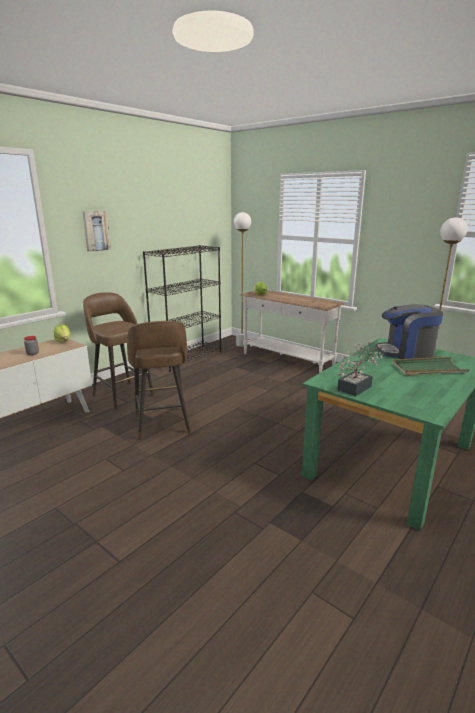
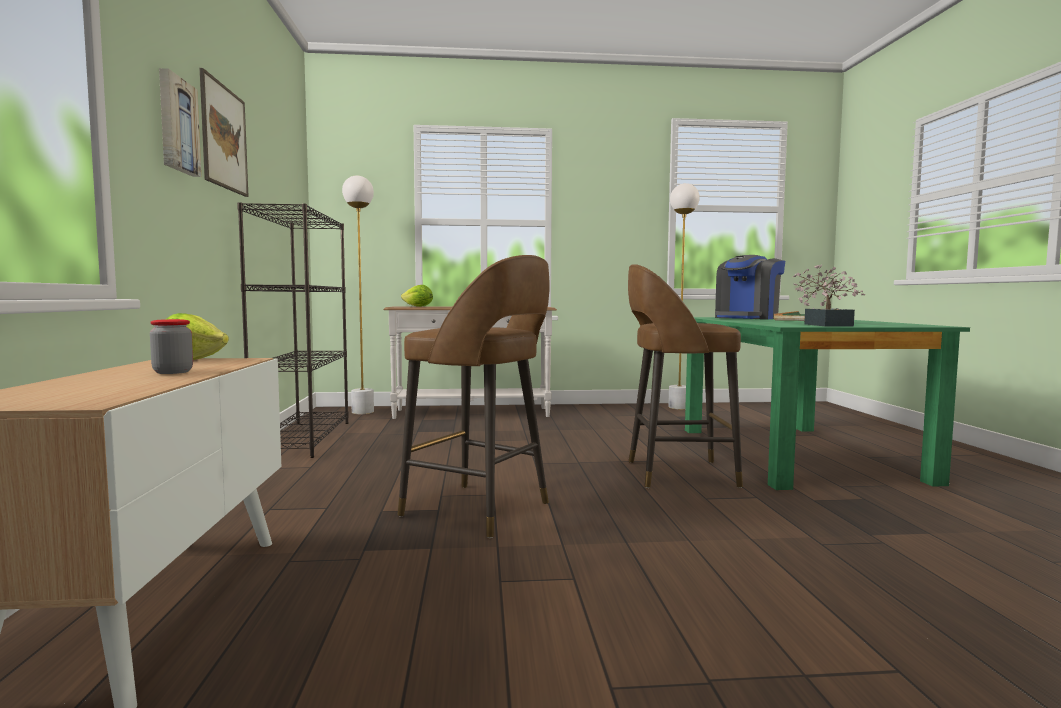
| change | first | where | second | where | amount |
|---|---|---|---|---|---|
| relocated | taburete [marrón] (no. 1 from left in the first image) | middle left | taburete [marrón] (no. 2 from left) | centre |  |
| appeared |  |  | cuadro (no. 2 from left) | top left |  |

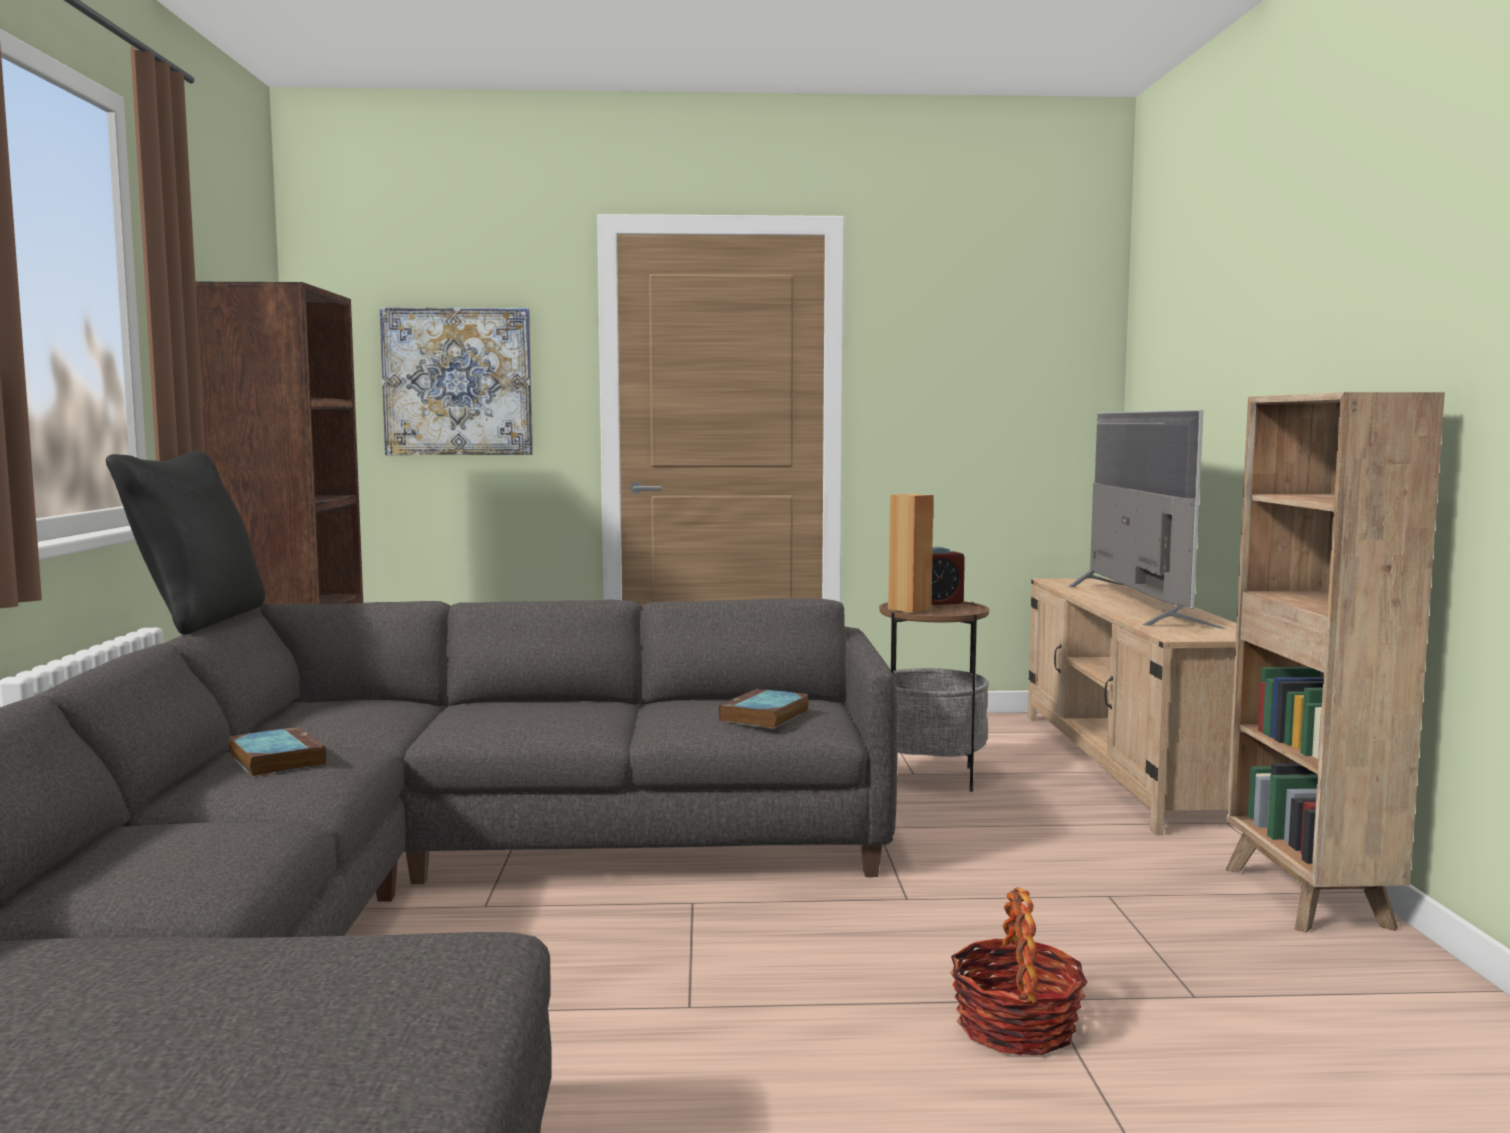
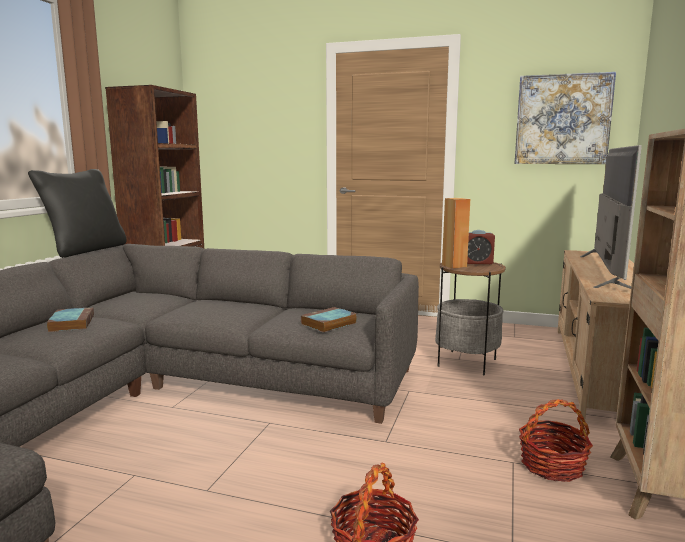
| change | first | where | second | where | amount |
|---|---|---|---|---|---|
| relocated | cuadro | middle left |  | top right |  |
| appeared |  |  | cesta (no. 2 from left) | bottom right |  |

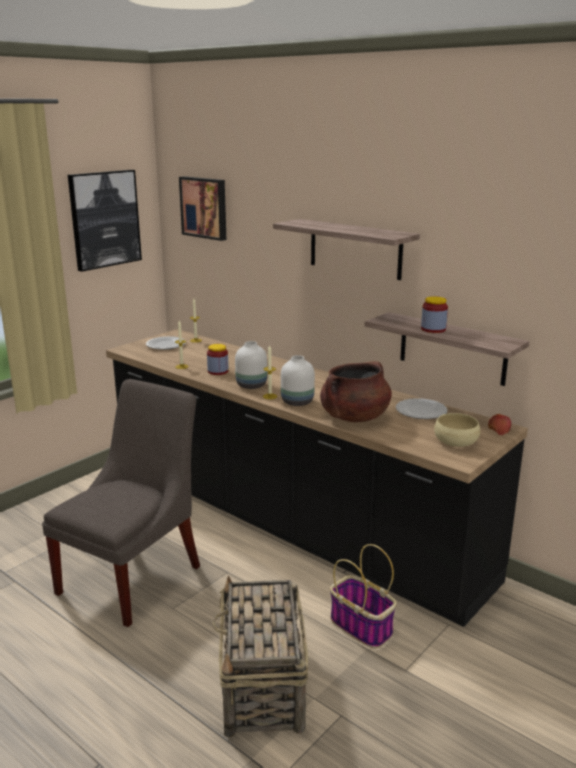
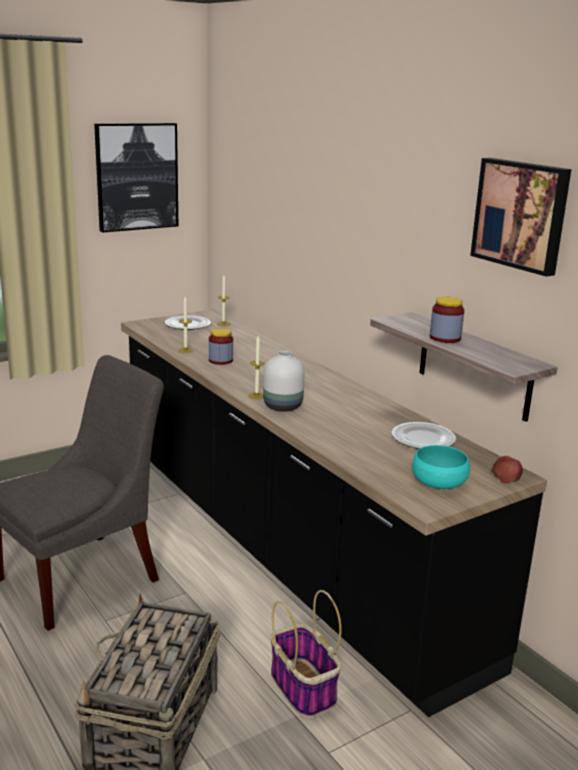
| change | first | where | second | where | amount |
|---|---|---|---|---|---|
| relocated | cuadro (no. 2 from left) | top centre |  | top right |  |
| missing | florero [blanco] (no. 1 from left) | centre |  |  |  |
| missing | estante (no. 1 from left) | top centre |  |  |  |
| missing | olla [marrón] | centre |  |  |  |
| colour | cuenco [beis] | middle right | cuenco [turquesa] | middle right |  |

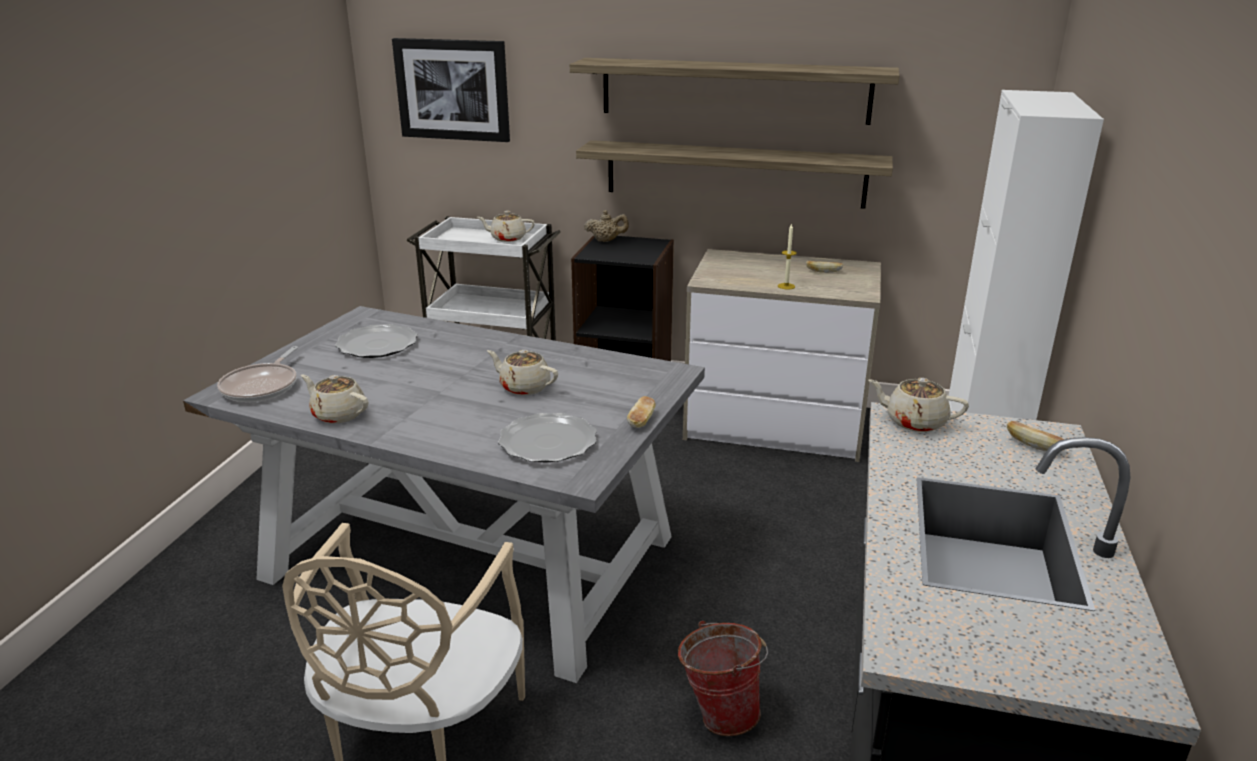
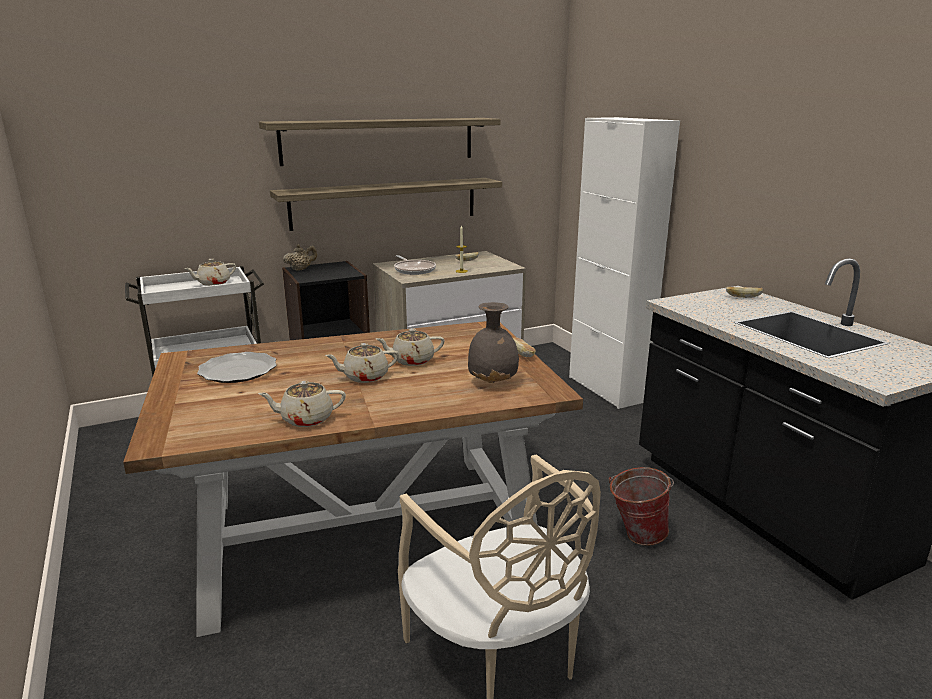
| change | first | where | second | where | amount |
|---|---|---|---|---|---|
| colour | mesa de comedor [gris] | centre | mesa de comedor [marrón] | bottom centre |  |
| relocated | sartén | middle left |  | centre |  |
| missing | cuadro | top centre |  |  |  |
| exchanged | plato (no. 2 from left) | centre | florero [gris] | centre |  |
| relocated | tetera [beis] (no. 5 from left in the first image) | middle right | tetera [beis] (no. 4 from left) | centre |  |

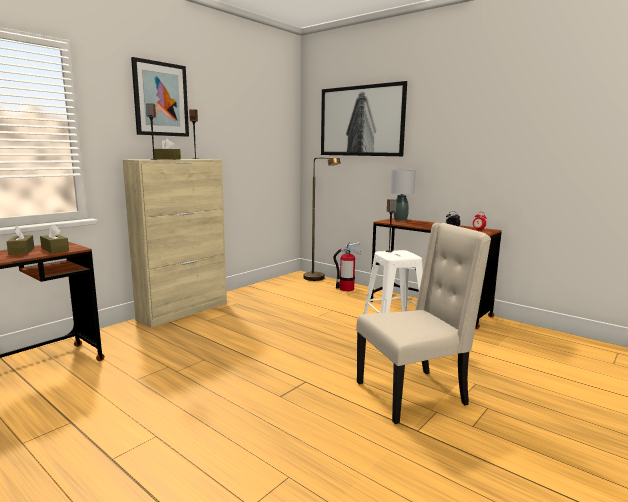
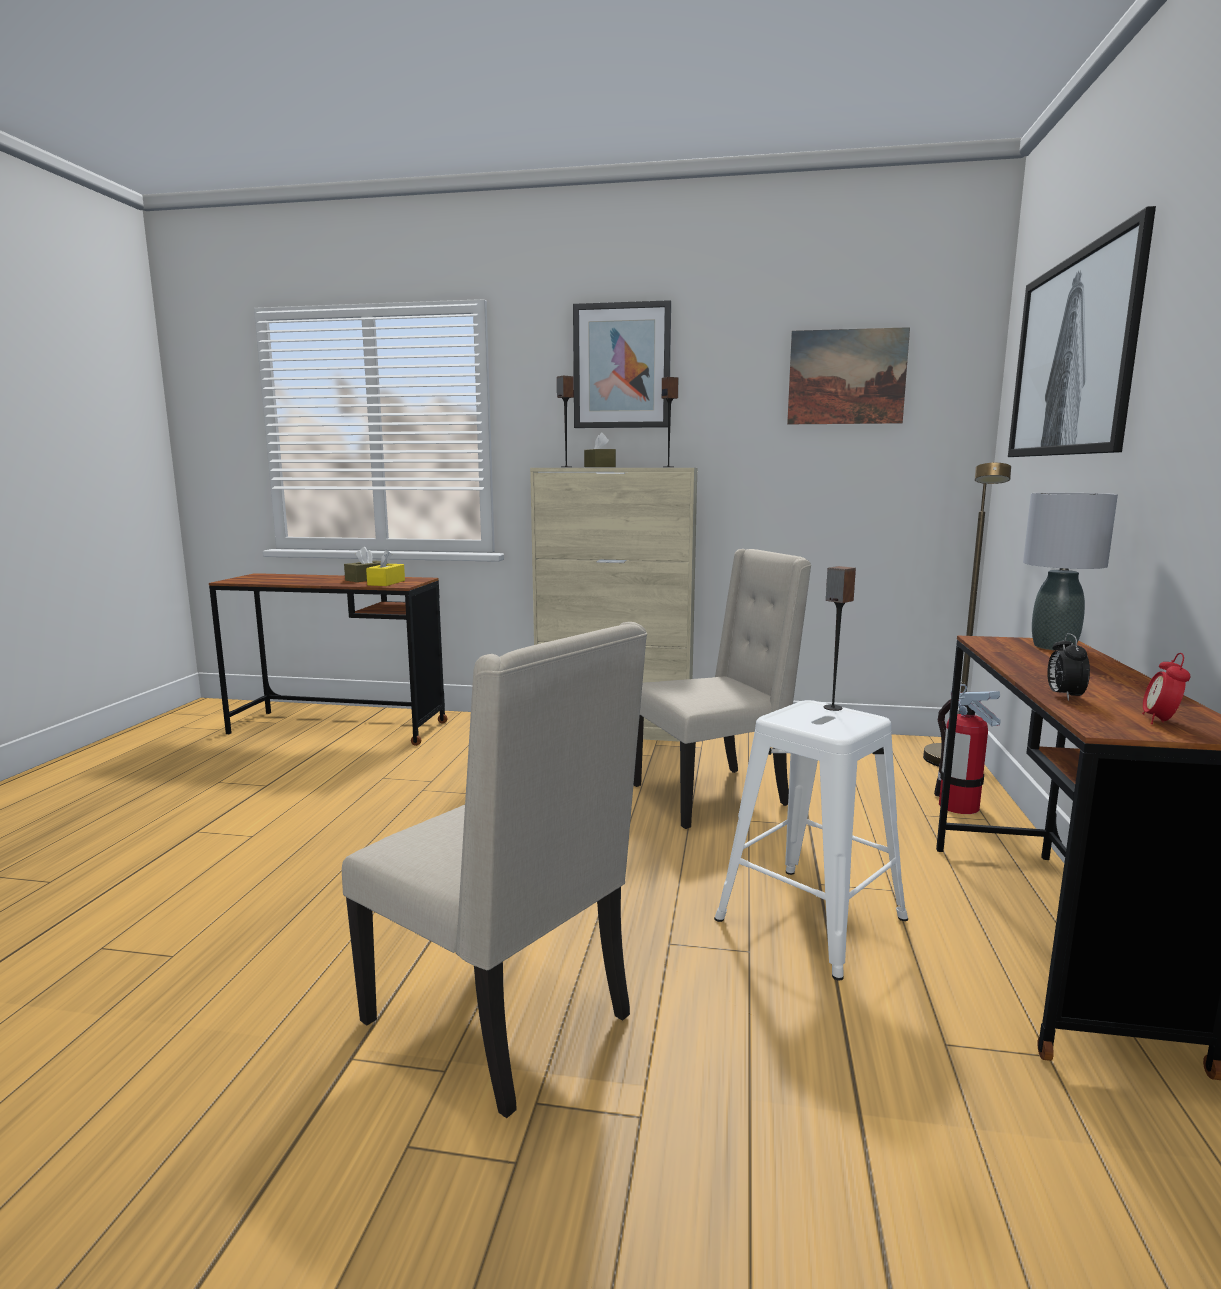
| change | first | where | second | where | amount |
|---|---|---|---|---|---|
| colour | caja de pañuelos [marrón] (no. 2 from left) | middle left | caja de pañuelos [amarillo] | middle left |  |
| appeared |  |  | silla [beis] (no. 2 from left) | centre |  |
| appeared |  |  | cuadro (no. 2 from left) | top right |  |

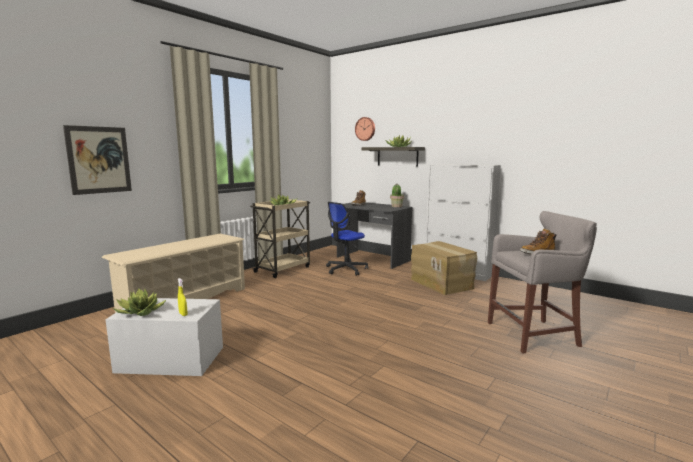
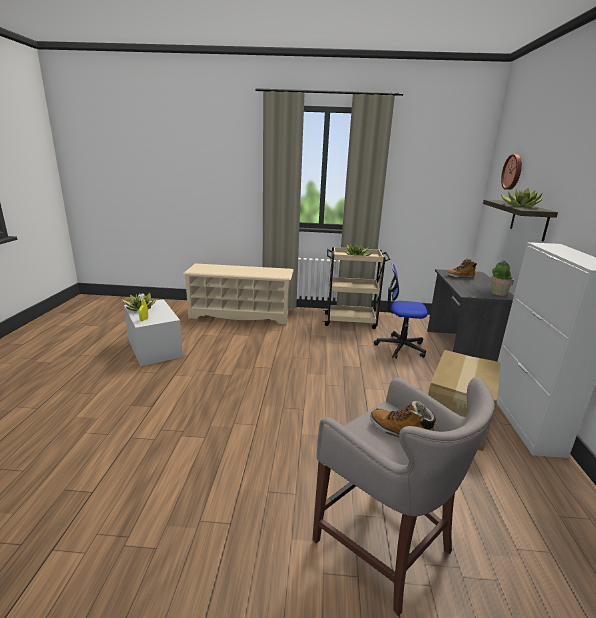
| change | first | where | second | where | amount |
|---|---|---|---|---|---|
| missing | cuadro | middle left |  |  |  |

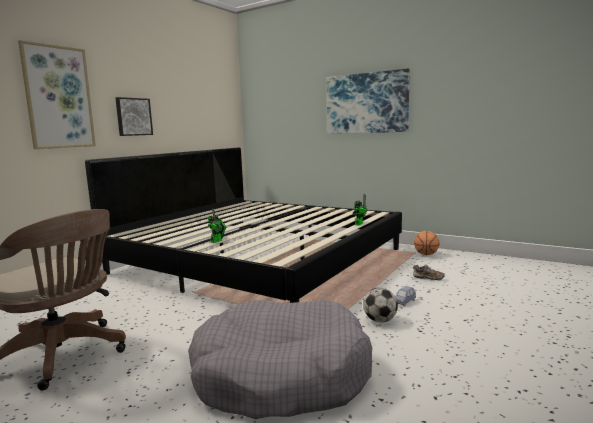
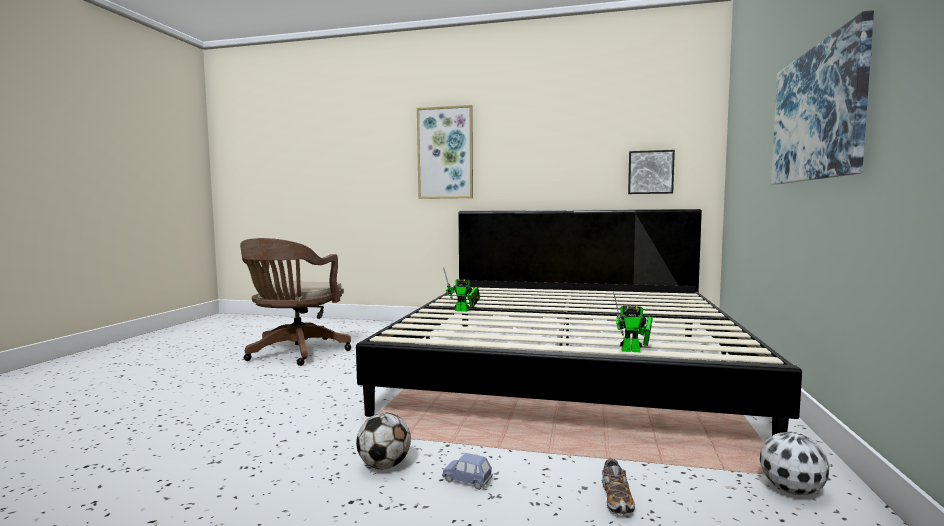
| change | first | where | second | where | amount |
|---|---|---|---|---|---|
| relocated | cuadro (no. 2 from left) | top left |  | top right |  |
| missing | cama para perro [gris] | bottom centre |  |  |  |
| exchanged | balón de baloncesto | middle right | balón de fútbol (no. 2 from left) | bottom right |  |

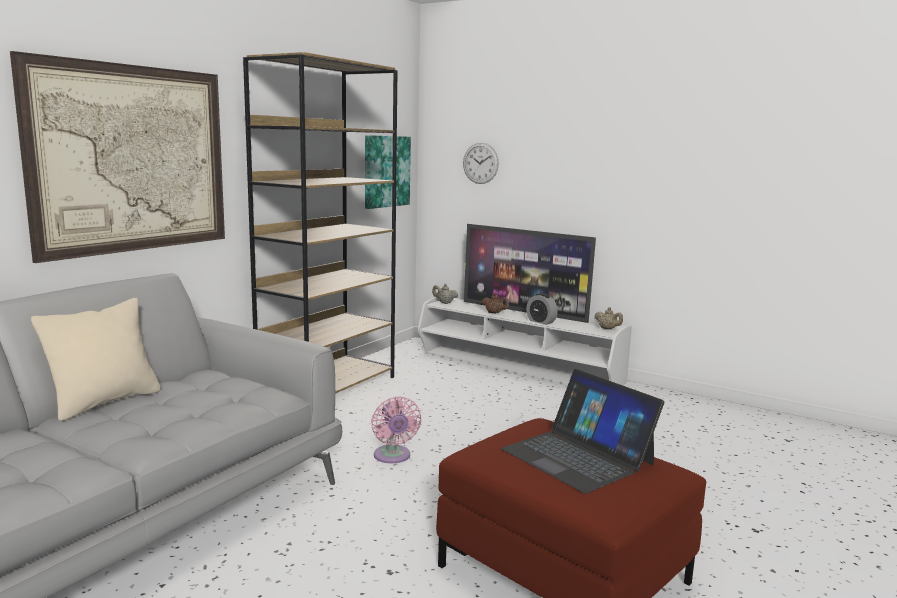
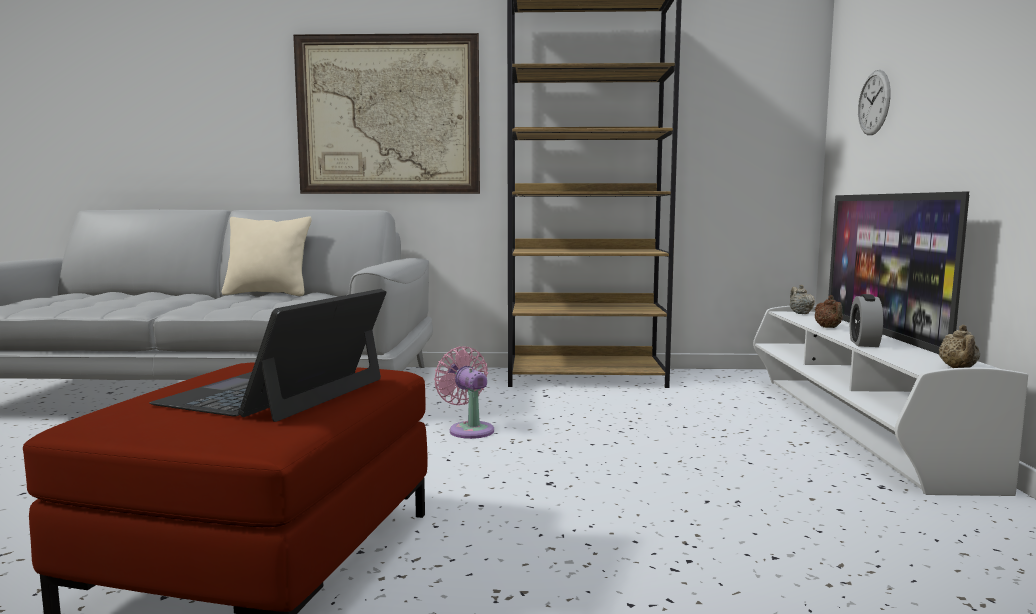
| change | first | where | second | where | amount |
|---|---|---|---|---|---|
| missing | cuadro (no. 2 from left) | top centre |  |  |  |
| spun | ventilador [rosa] | bottom centre |  | centre | 105 degrees clockwise |

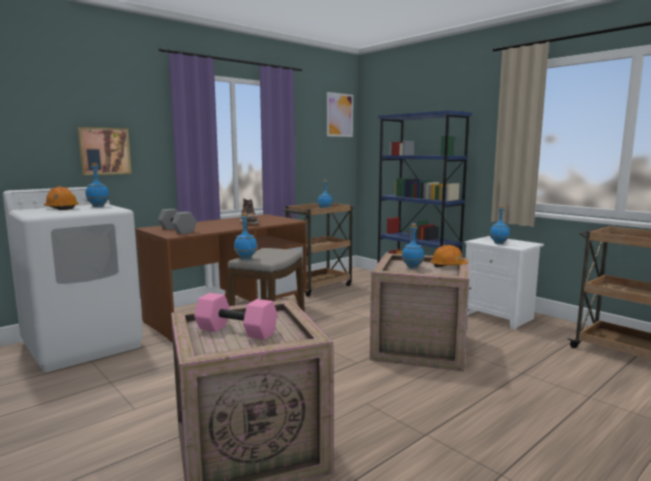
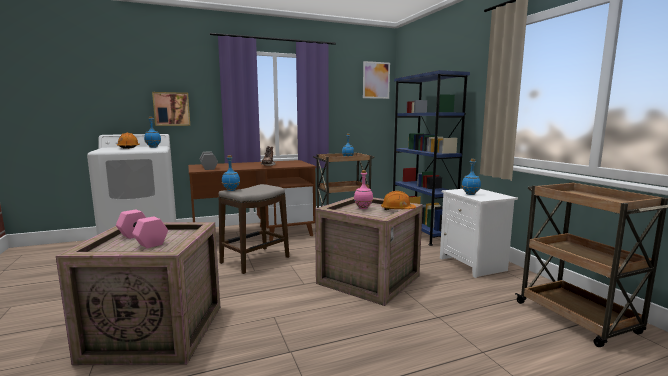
| change | first | where | second | where | amount |
|---|---|---|---|---|---|
| colour | botella [azul] (no. 4 from left) | centre | botella [rosa] | centre |  |

